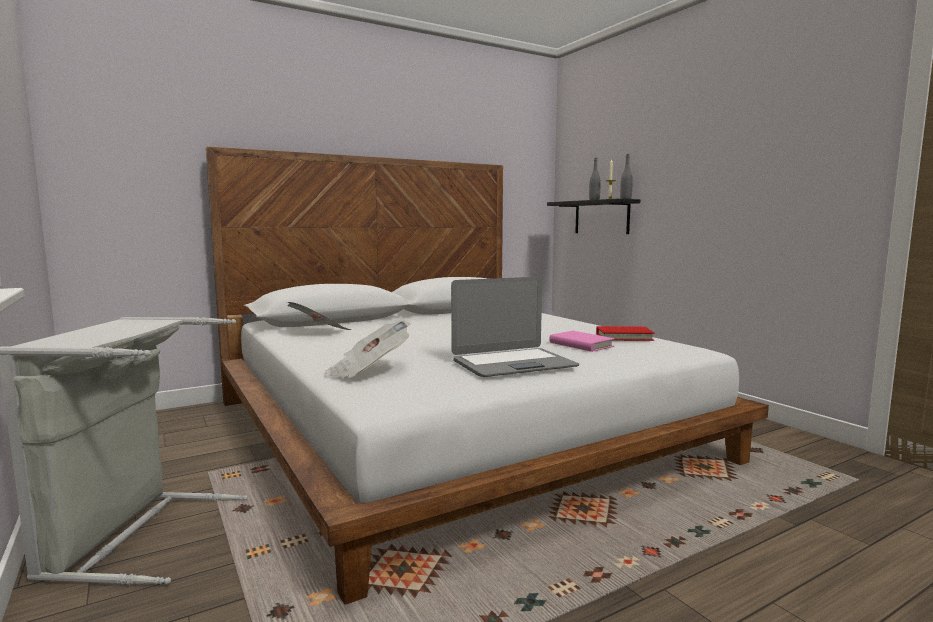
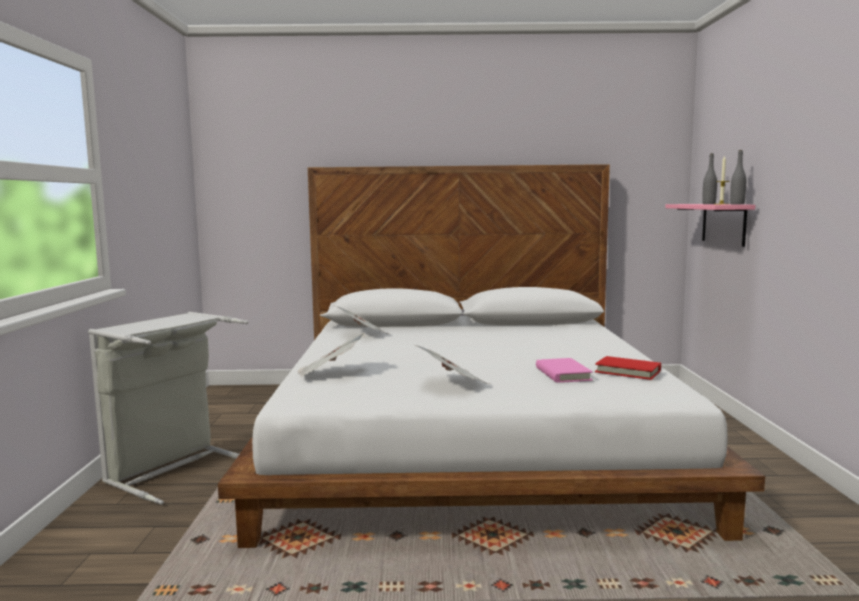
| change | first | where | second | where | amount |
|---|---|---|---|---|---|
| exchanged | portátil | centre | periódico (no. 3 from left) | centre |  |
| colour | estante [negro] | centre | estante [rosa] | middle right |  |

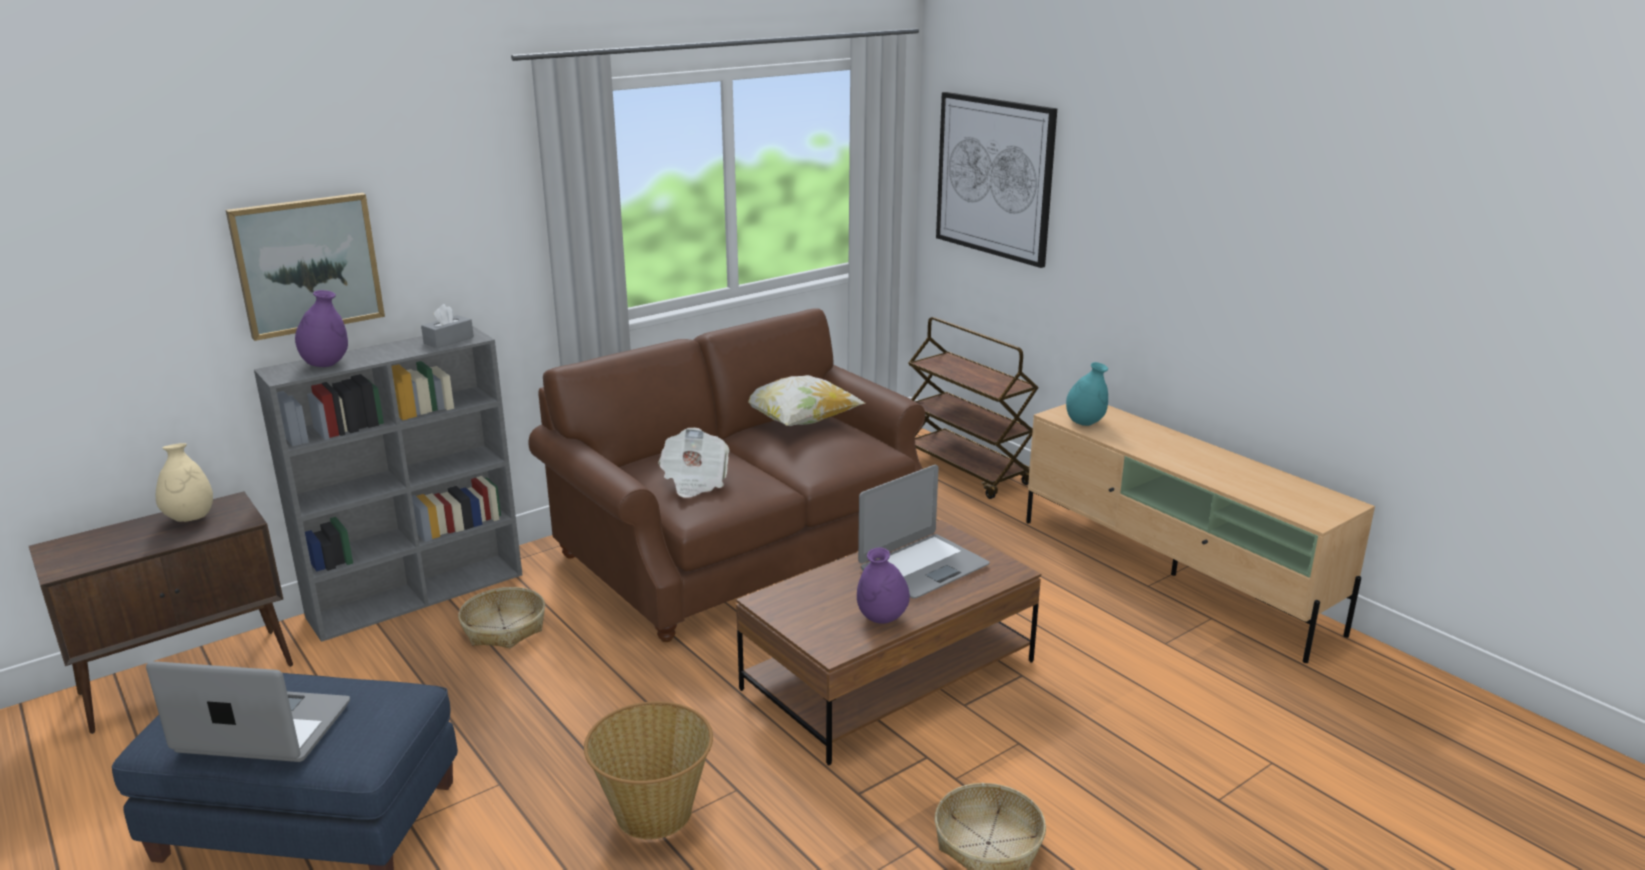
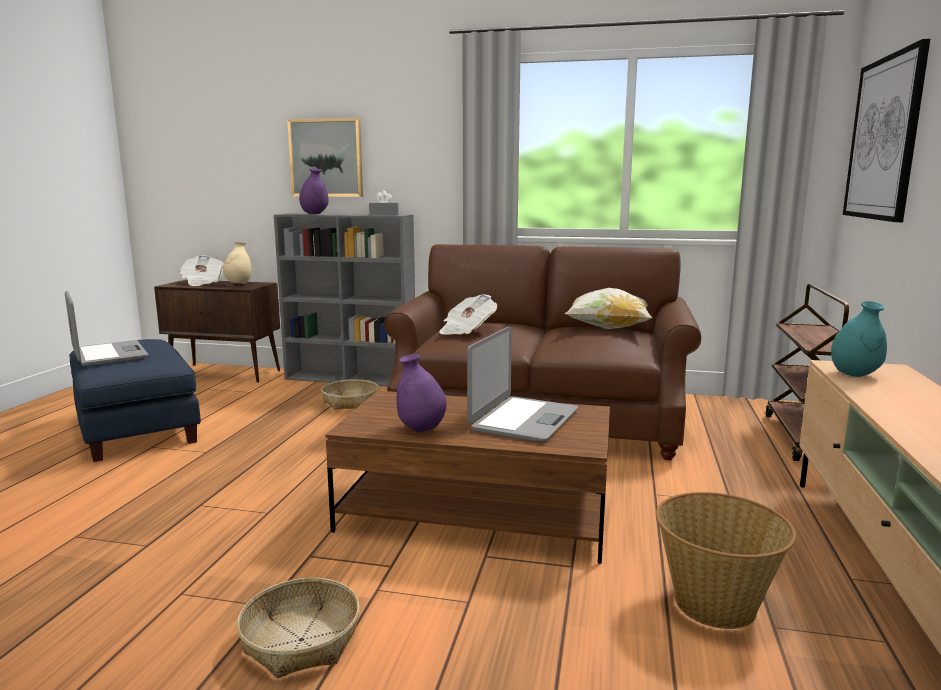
| change | first | where | second | where | amount |
|---|---|---|---|---|---|
| relocated | cesta (no. 2 from left in the first image) | bottom centre | cesta (no. 3 from left) | bottom right |  |
| spun | portátil (no. 2 from left) | centre |  | centre | 75 degrees counterclockwise |
| appeared |  |  | periódico (no. 1 from left) | middle left |  |

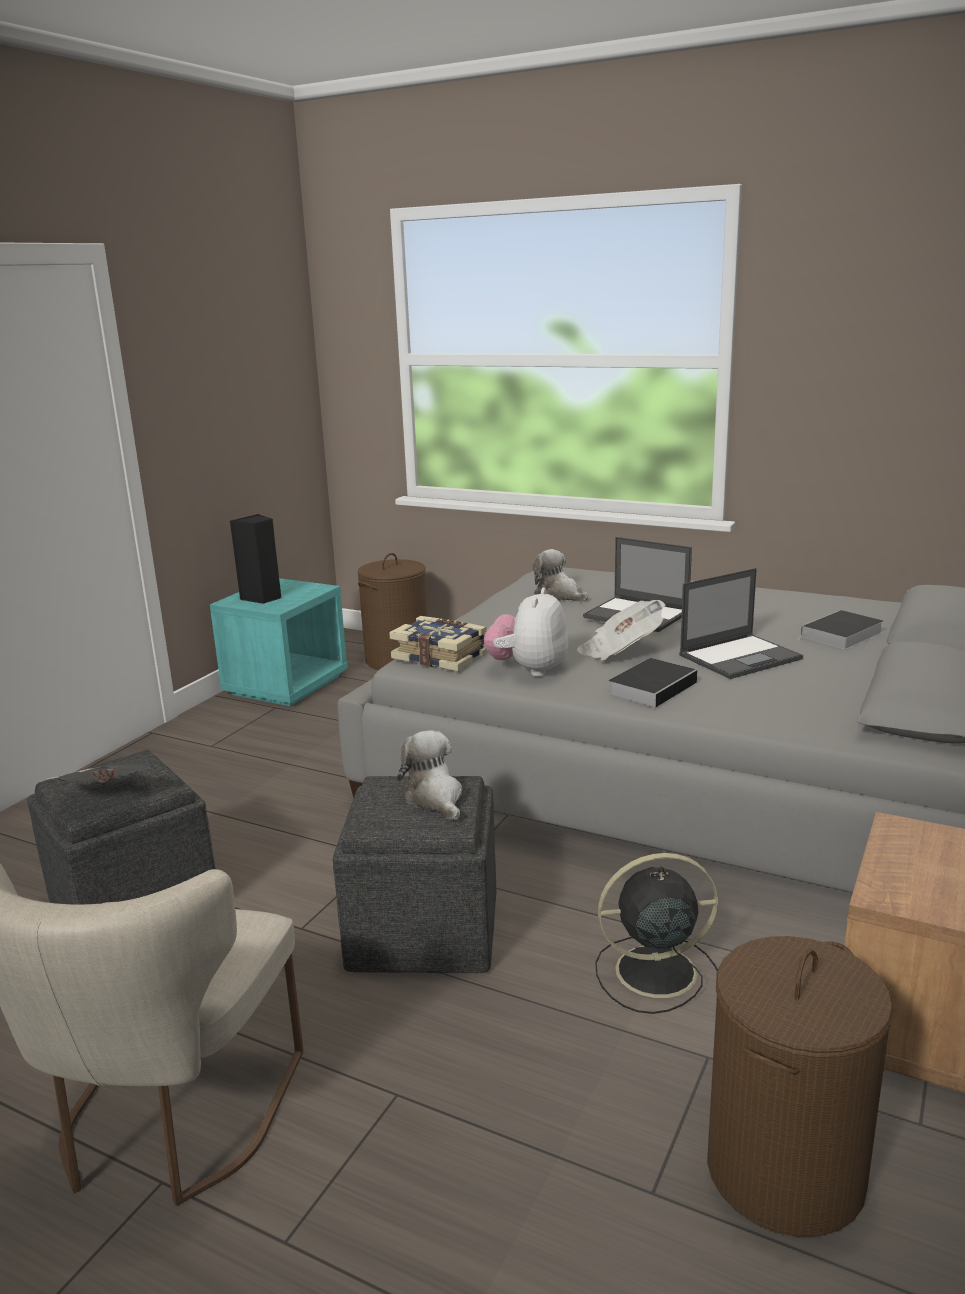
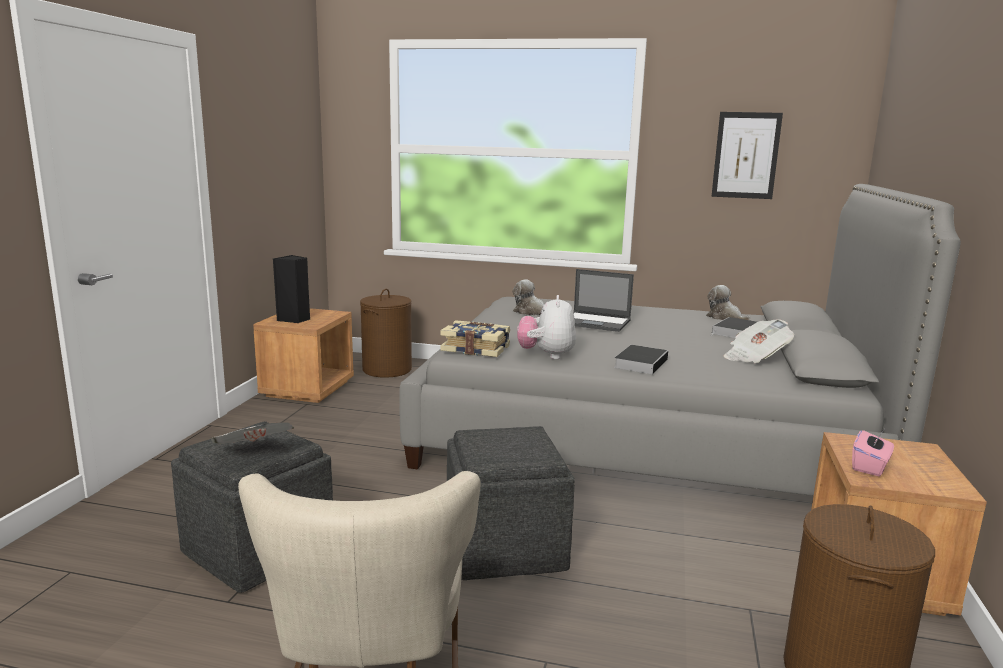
| change | first | where | second | where | amount |
|---|---|---|---|---|---|
| colour | mesita de noche [turquesa] | middle left | mesita de noche [marrón] (no. 1 from left) | middle left |  |
| relocated | peluche (no. 1 from left in the first image) | centre | peluche (no. 3 from left) | middle right |  |
| relocated | periódico (no. 2 from left) | centre |  | middle right |  |
| missing | ventilador [negro] | bottom right |  |  |  |
| missing | portátil (no. 2 from left) | middle right |  |  |  |
| appeared |  |  | cuadro | top right |  |
| appeared |  |  | caja de pañuelos [rosa] | bottom right |  |

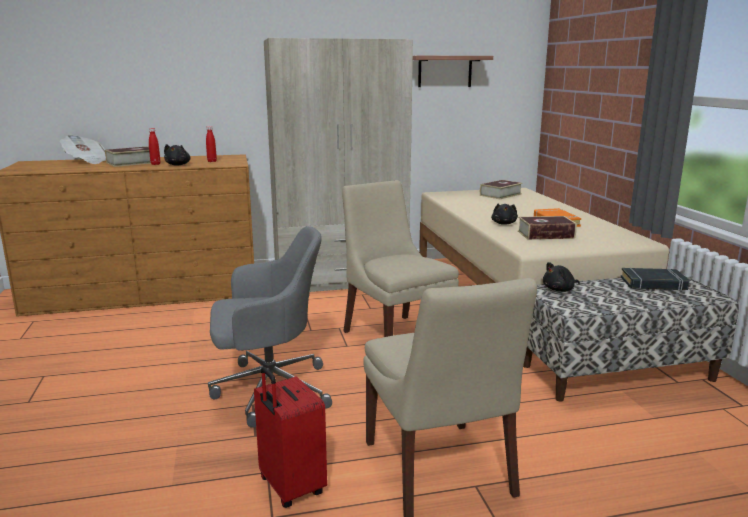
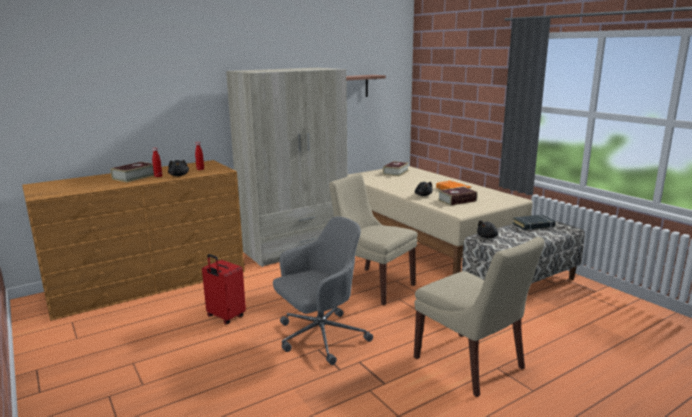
| change | first | where | second | where | amount |
|---|---|---|---|---|---|
| missing | periódico | top left |  |  |  |
| relocated | maleta [rojo] | bottom centre |  | bottom left |  |

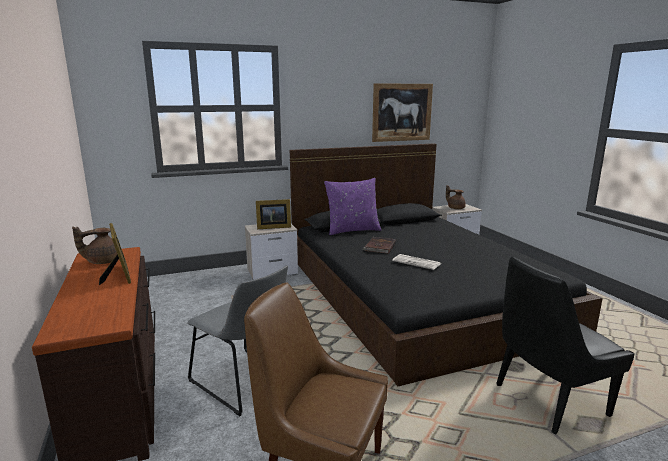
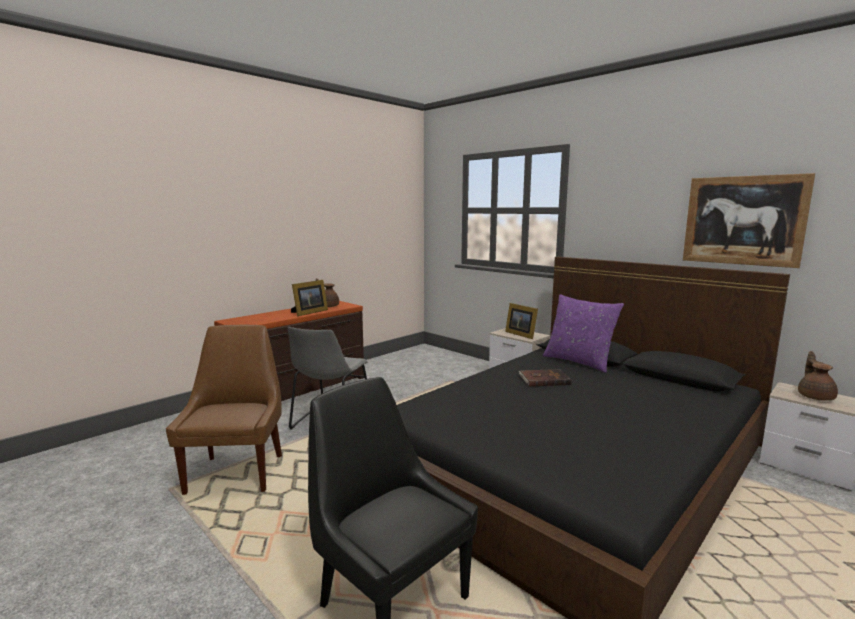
| change | first | where | second | where | amount |
|---|---|---|---|---|---|
| missing | periódico | centre |  |  |  |

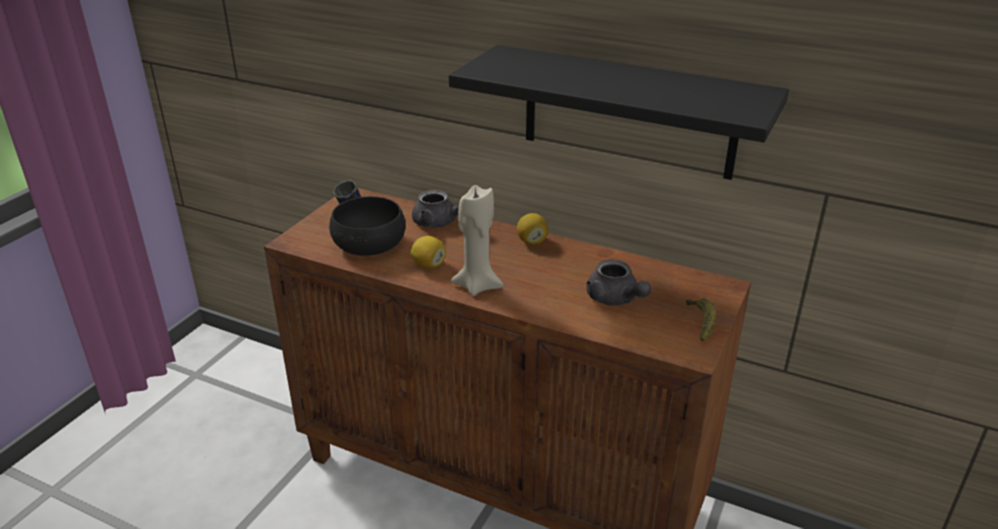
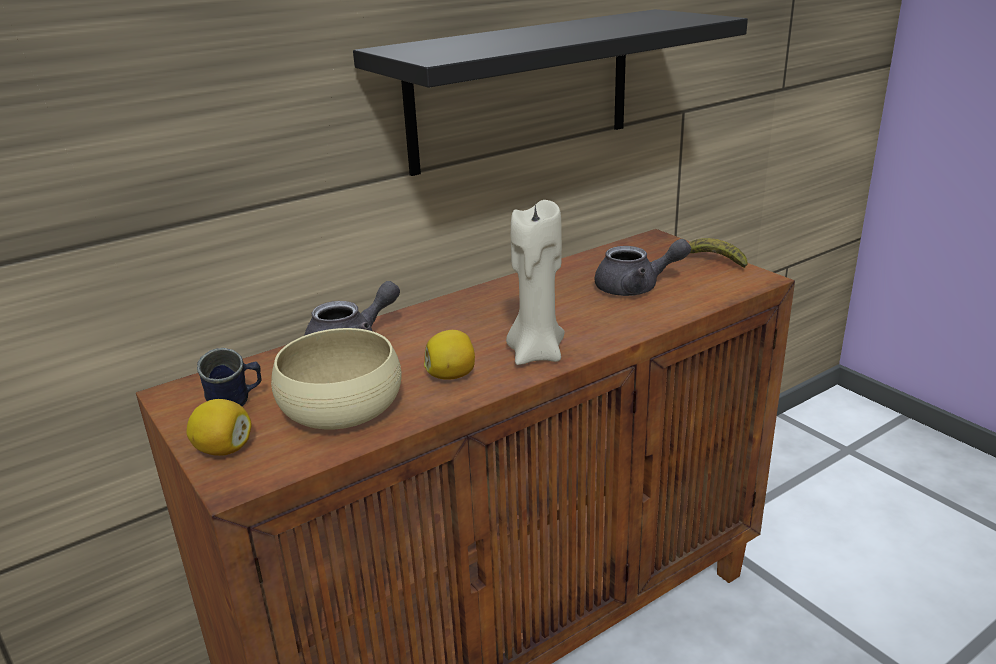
| change | first | where | second | where | amount |
|---|---|---|---|---|---|
| colour | cuenco [negro] | centre | cuenco [beis] | centre |  |
| relocated | limón (no. 2 from left in the first image) | centre | limón (no. 1 from left) | middle left |  |

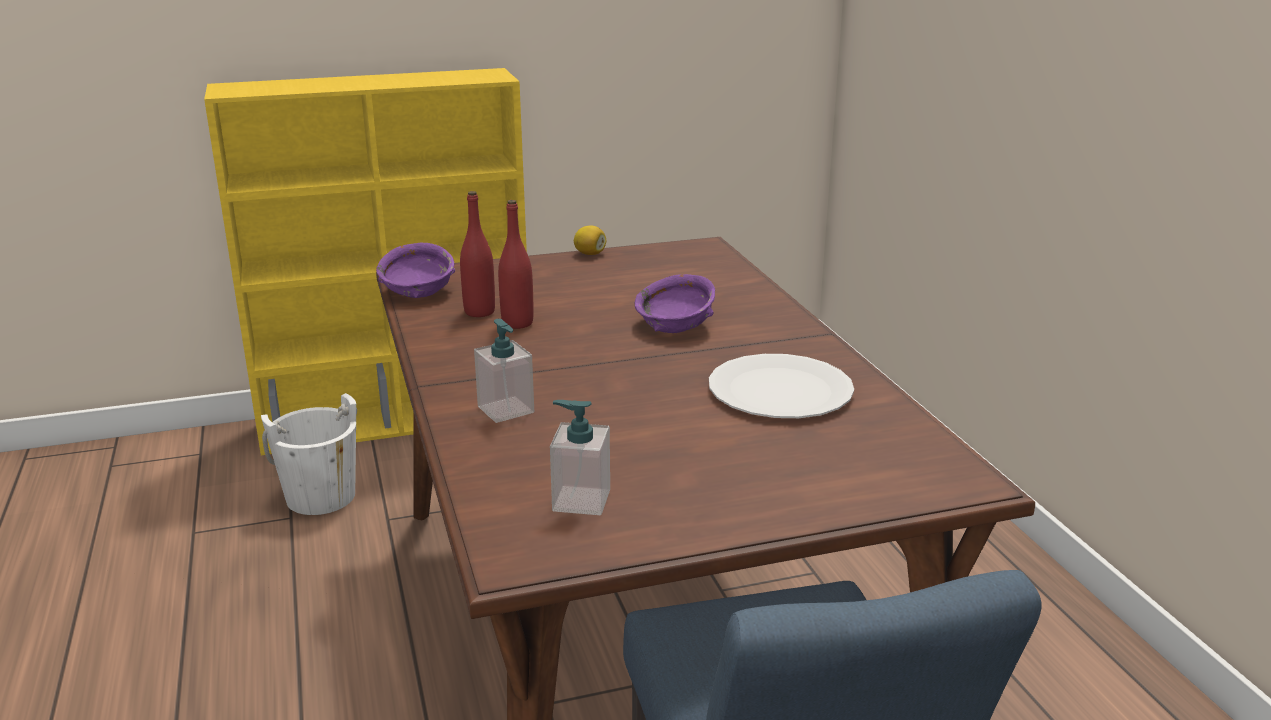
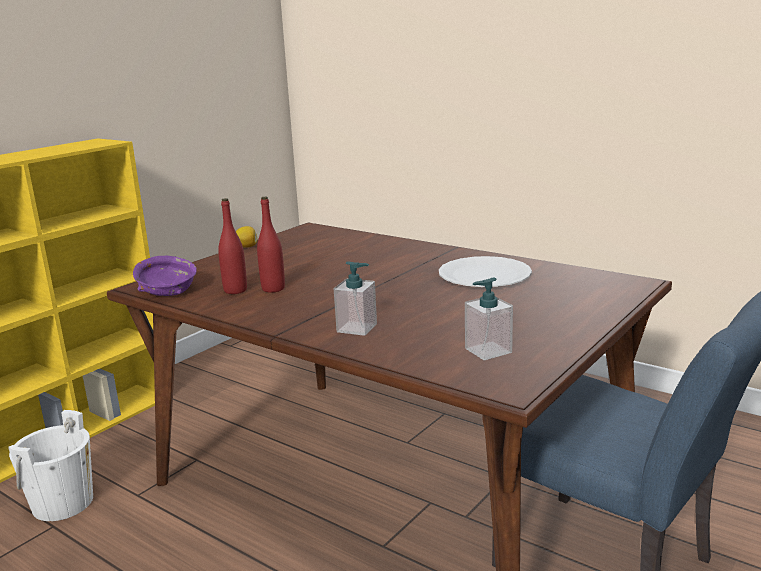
| change | first | where | second | where | amount |
|---|---|---|---|---|---|
| missing | cuenco [morado] (no. 2 from left) | centre |  |  |  |

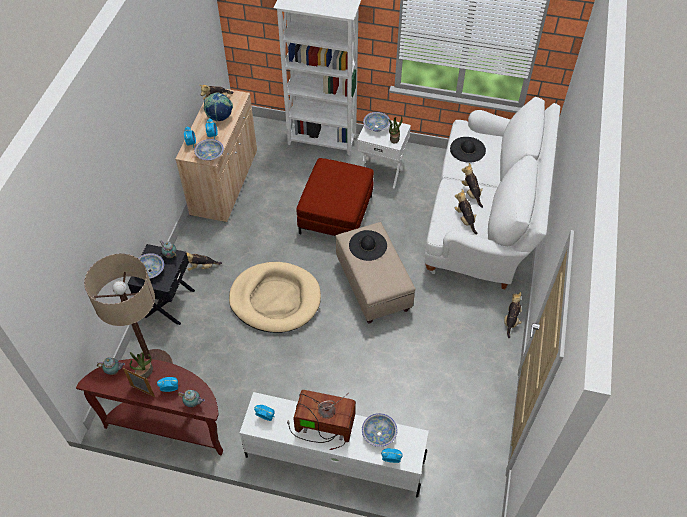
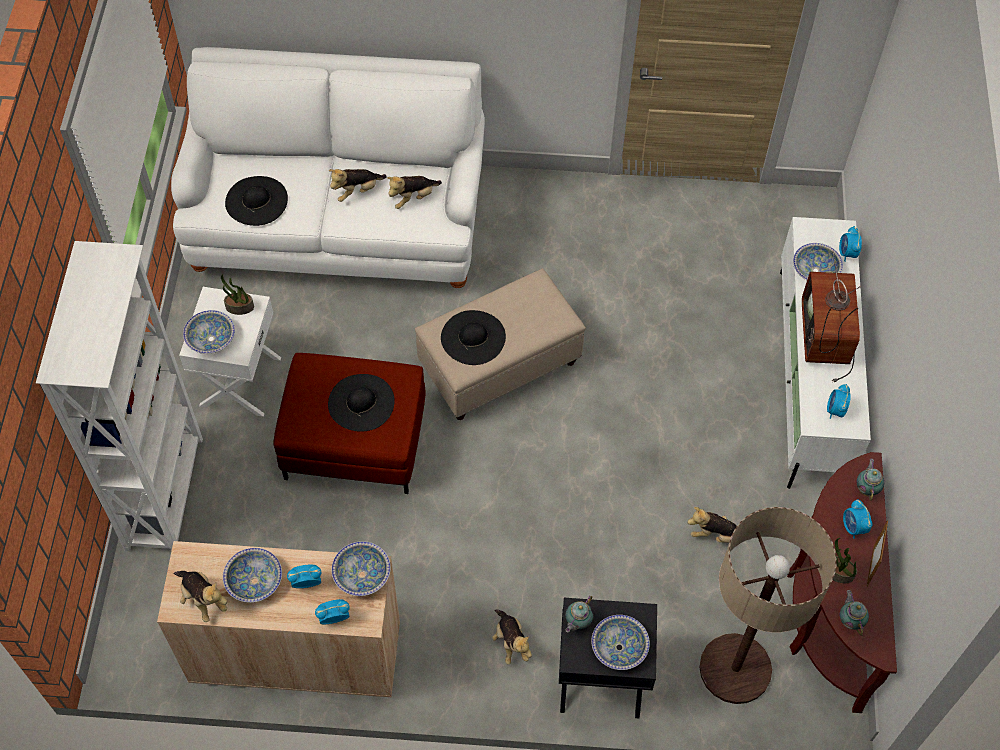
| change | first | where | second | where | amount |
|---|---|---|---|---|---|
| exchanged | globo terráqueo | top left | cuenco (no. 2 from left) | bottom left |  |
| missing | cama para perro [beis] | centre |  |  |  |
| relocated | peluche (no. 5 from left) | middle right |  | bottom right |  |
| appeared |  |  | sombrero [negro] (no. 2 from left) | centre |  |

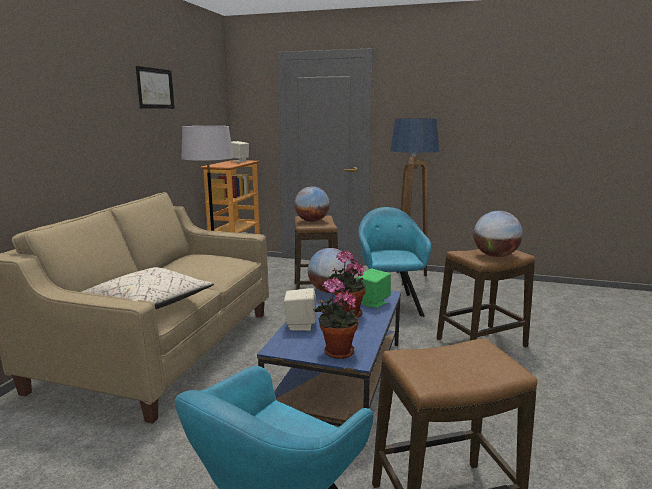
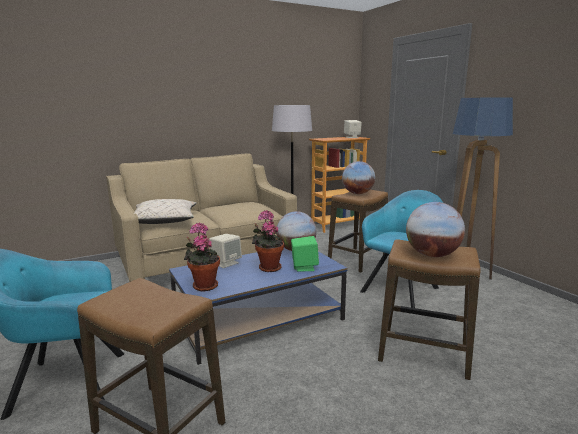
| change | first | where | second | where | amount |
|---|---|---|---|---|---|
| missing | cuadro | top left |  |  |  |

